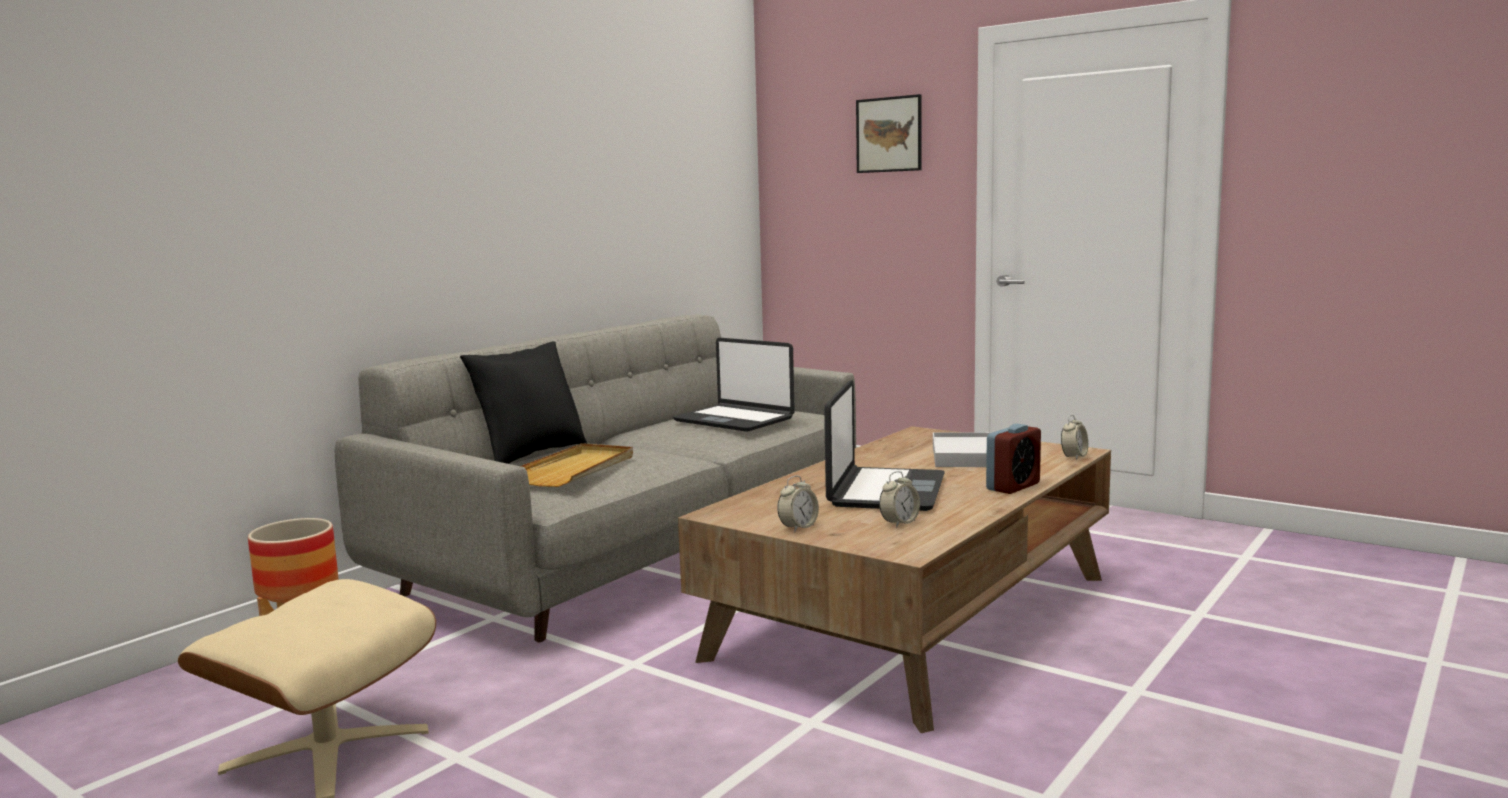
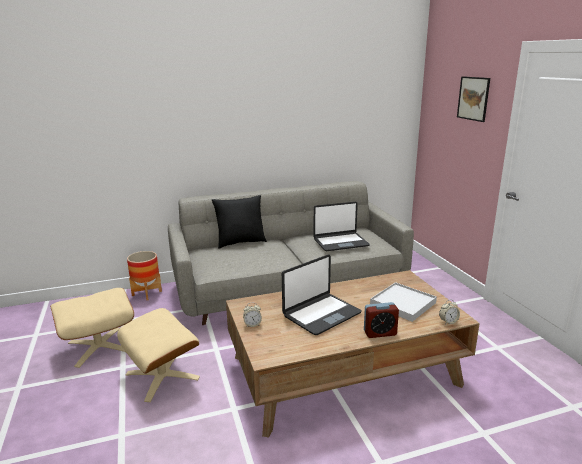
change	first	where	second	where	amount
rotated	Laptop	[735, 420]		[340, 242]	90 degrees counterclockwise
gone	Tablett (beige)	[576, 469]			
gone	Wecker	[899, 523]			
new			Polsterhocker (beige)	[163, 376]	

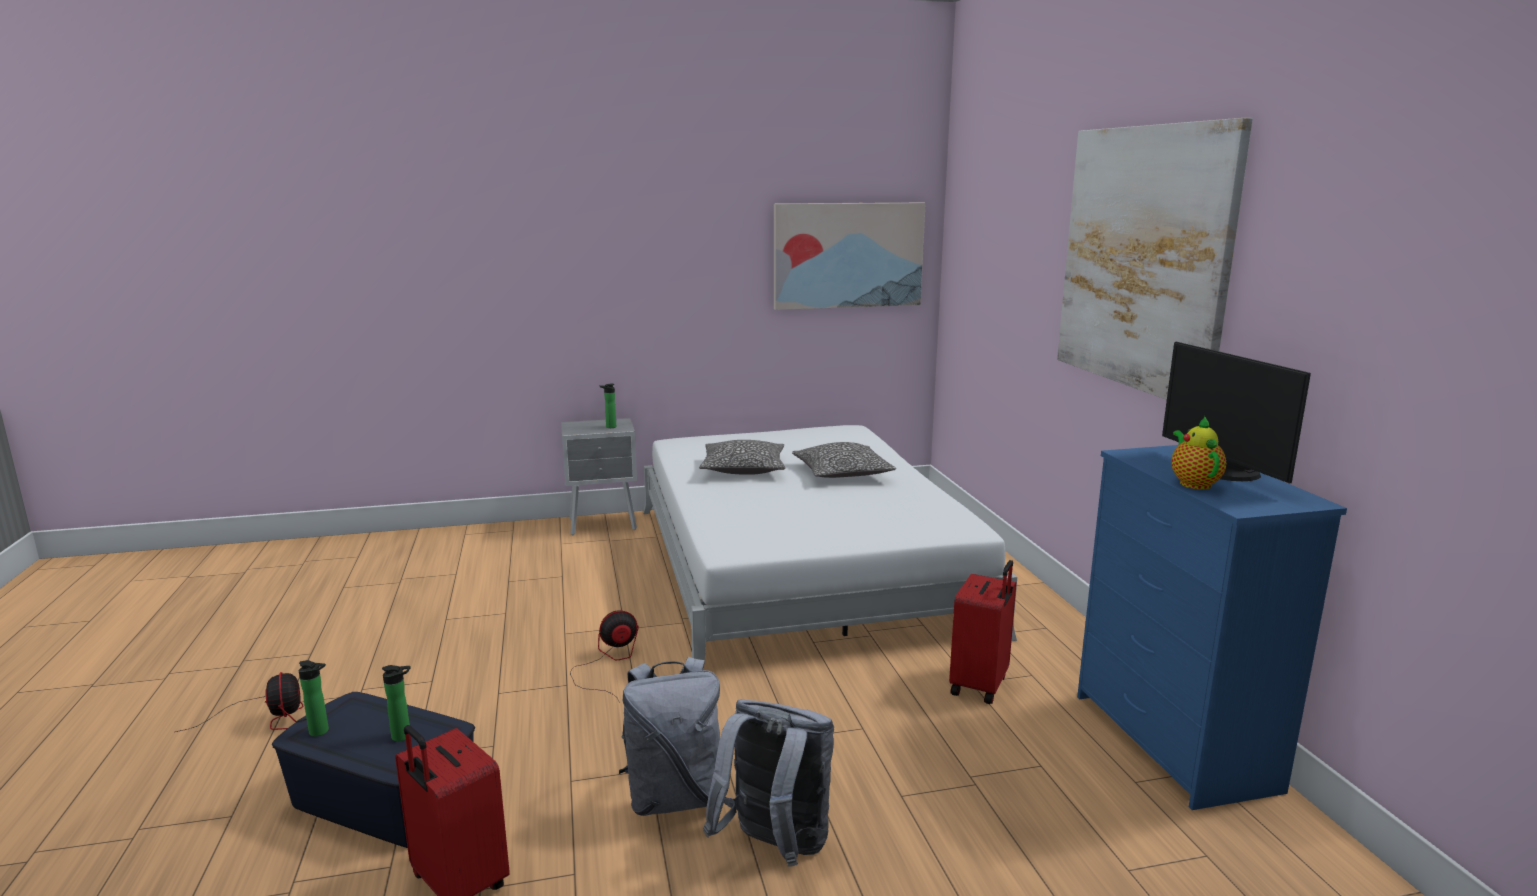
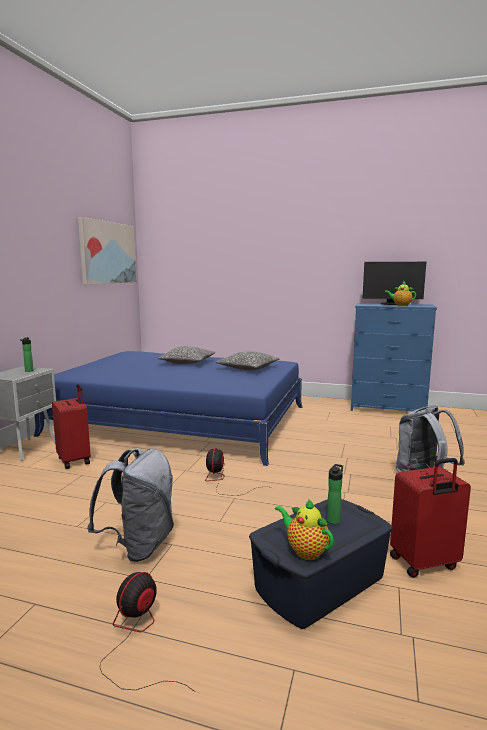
change	first	where	second	where	amount
gone	Bild	[1143, 259]			
repainted	Bett (weiß)	[800, 566]	Bett (blau)	[181, 420]	
shifted	Kissen	[743, 469]		[248, 368]	
shifted	Koffer (rot)	[980, 686]		[75, 460]	
shifted	Rucksack (grau)	[674, 797]		[139, 546]	
swapped	Flasche	[321, 732]	Teekanne	[305, 551]	
rotated	Ventilator	[270, 717]		[137, 638]	60 degrees counterclockwise

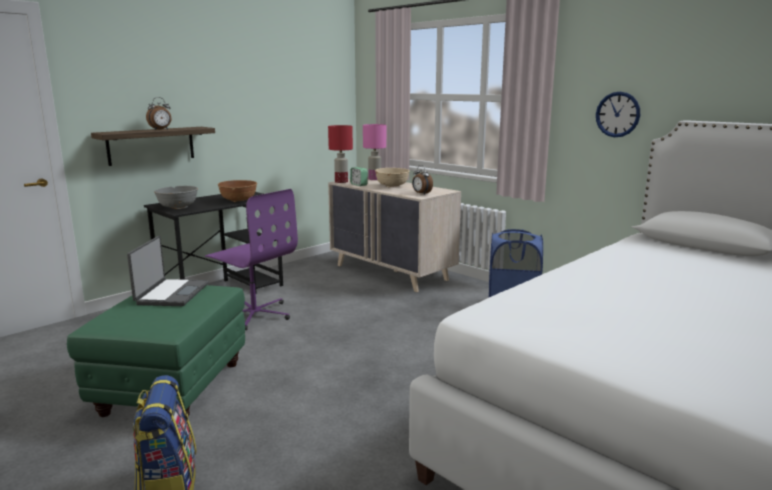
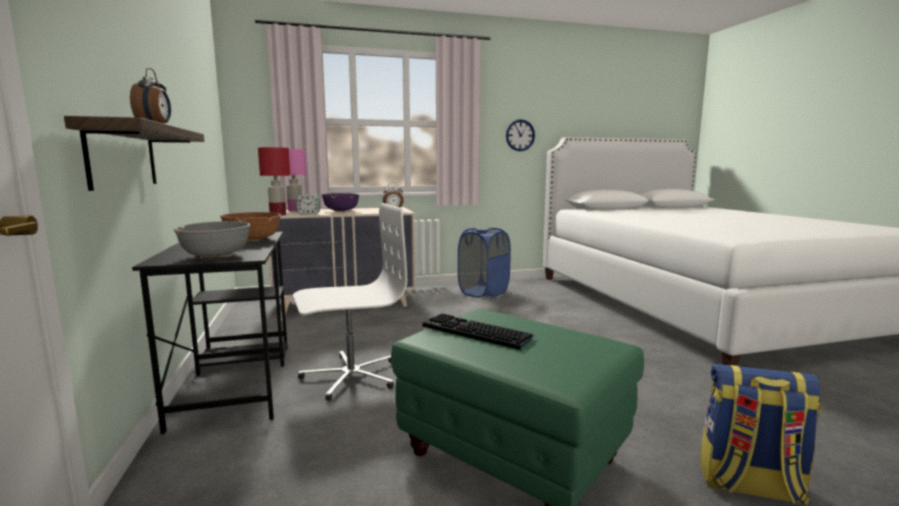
change	first	where	second	where	amount
repainted	Schüssel (beige)	[392, 186]	Schüssel (lila)	[341, 211]	
repainted	Bürostuhl (lila)	[254, 314]	Bürostuhl (weiß)	[350, 376]	
swapped	Laptop	[171, 294]	Tastatur	[477, 332]	

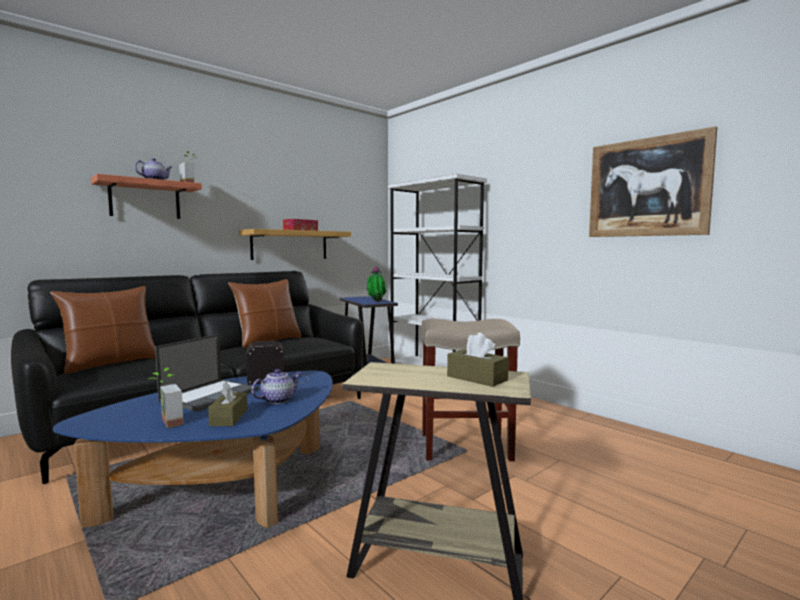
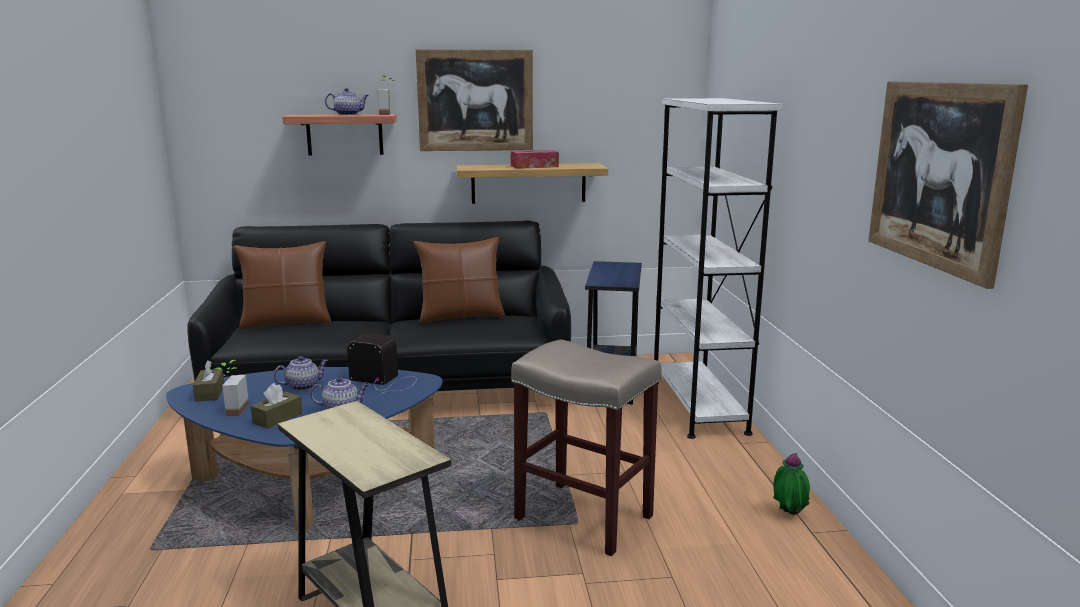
change	first	where	second	where	amount
shifted	Topfpflanze	[376, 301]		[788, 514]	
shifted	Taschentuchbox (braun)	[477, 378]		[210, 393]	
swapped	Laptop	[210, 395]	Teekanne	[303, 386]	
new			Bild	[475, 100]	

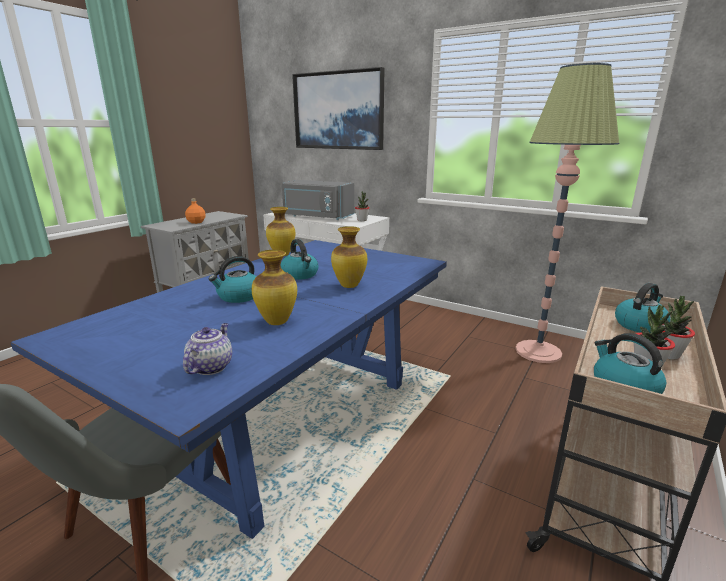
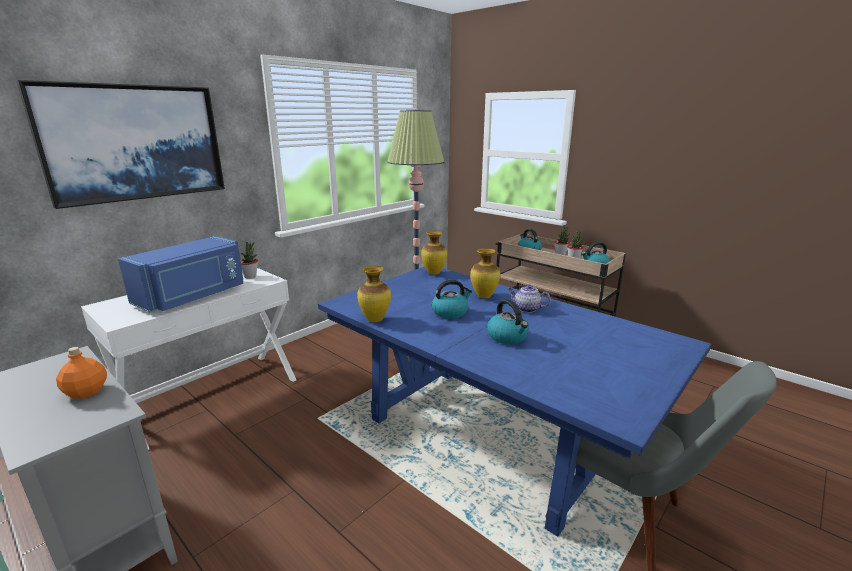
change	first	where	second	where	amount
repainted	Mikrowelle (grau)	[317, 217]	Mikrowelle (blau)	[193, 296]	
shifted	Vase	[277, 322]		[434, 273]	
shifted	Teekanne	[211, 366]		[526, 309]	

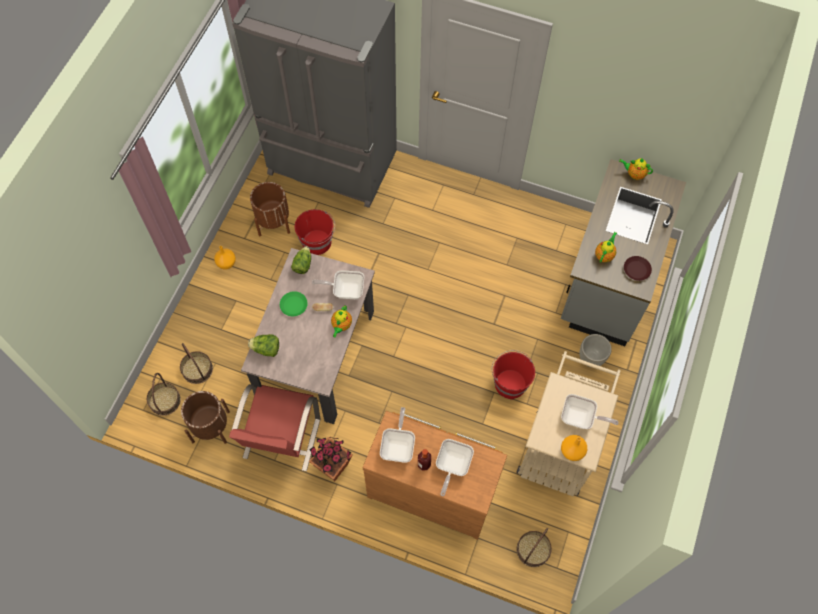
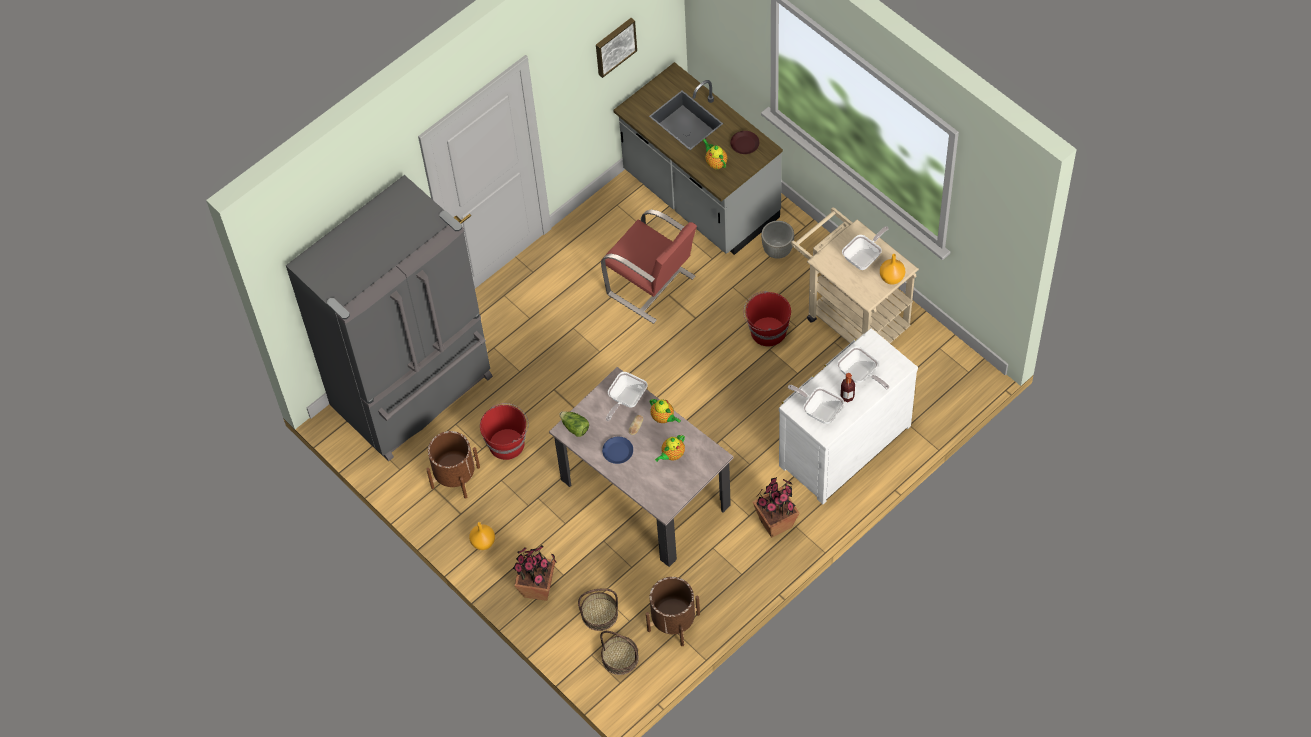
change	first	where	second	where	amount
shifted	Teekanne	[634, 174]		[672, 455]	
repainted	Teller (grün)	[293, 305]	Teller (blau)	[617, 452]	
gone	Salatkopf	[266, 349]			
shifted	Stuhl (rot)	[281, 439]		[652, 286]	
repainted	Kommode (braun)	[432, 488]	Kommode (weiß)	[841, 444]	
gone	Korb	[533, 550]			
new			Bild	[614, 46]	
new			Topfpflanze	[538, 588]	

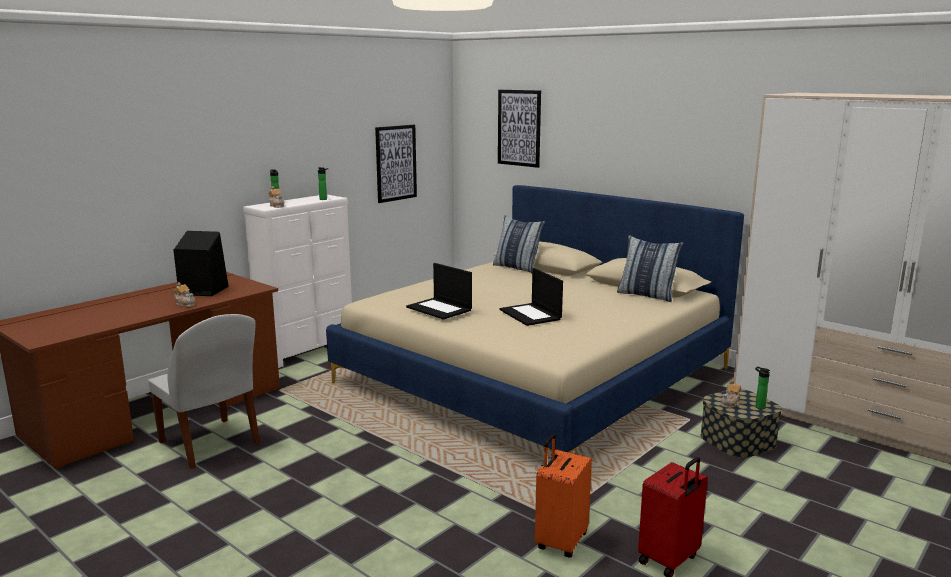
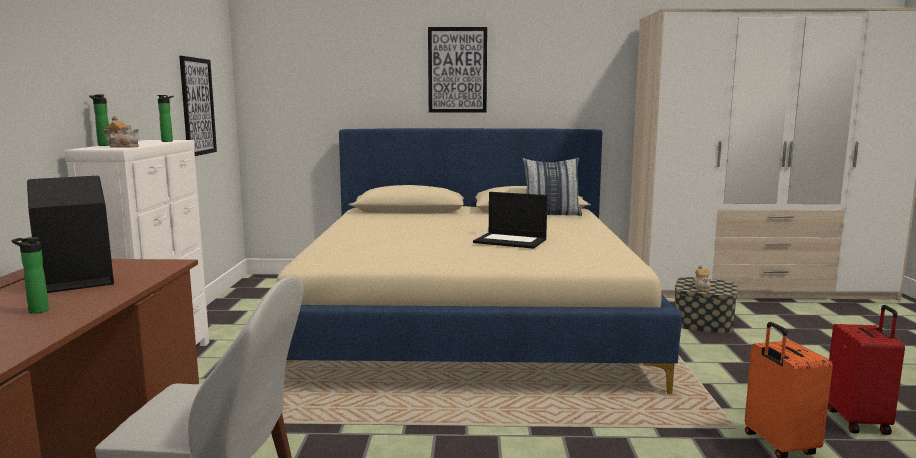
change	first	where	second	where	amount
shifted	Bild	[519, 128]		[457, 70]	
gone	Kissen	[517, 267]			
gone	Laptop	[440, 309]			
gone	Teekanne	[185, 304]			
shifted	Flasche	[758, 406]		[36, 311]	

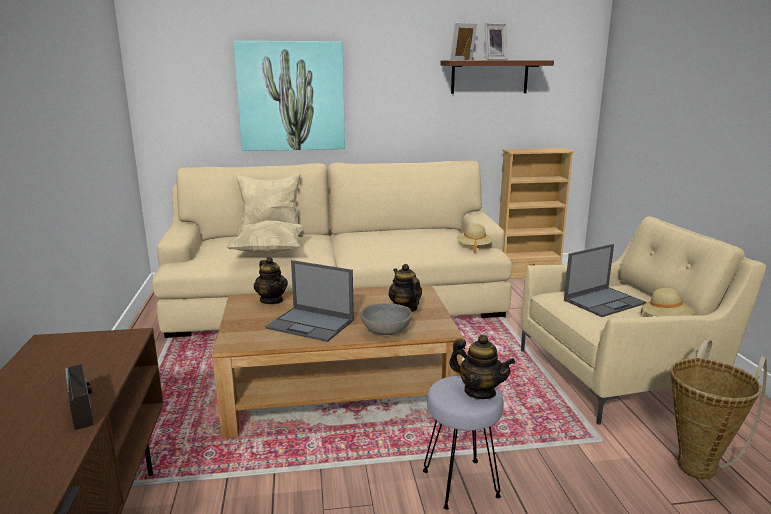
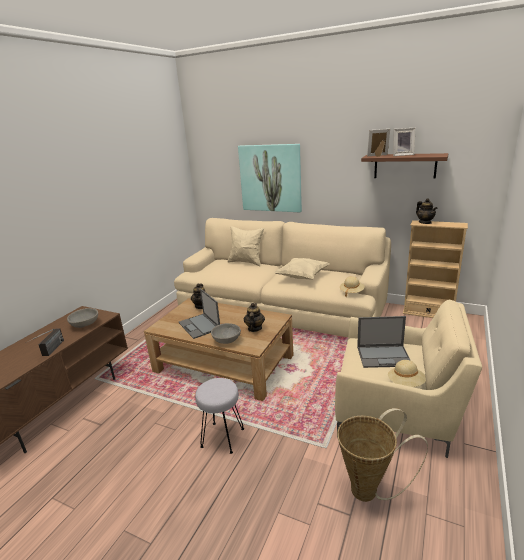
change	first	where	second	where	amount
shifted	Kissen (beige)	[269, 252]		[302, 277]	
shifted	Teekanne	[479, 392]		[425, 222]	
new			Schüssel (grau)	[85, 325]	

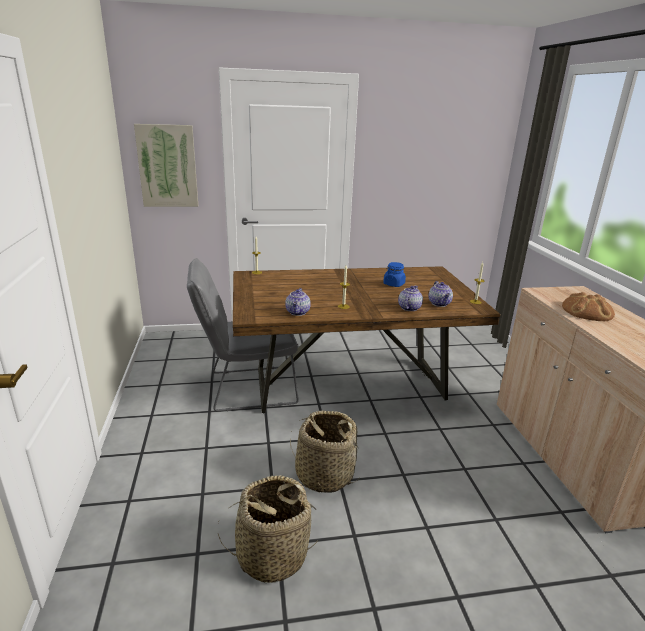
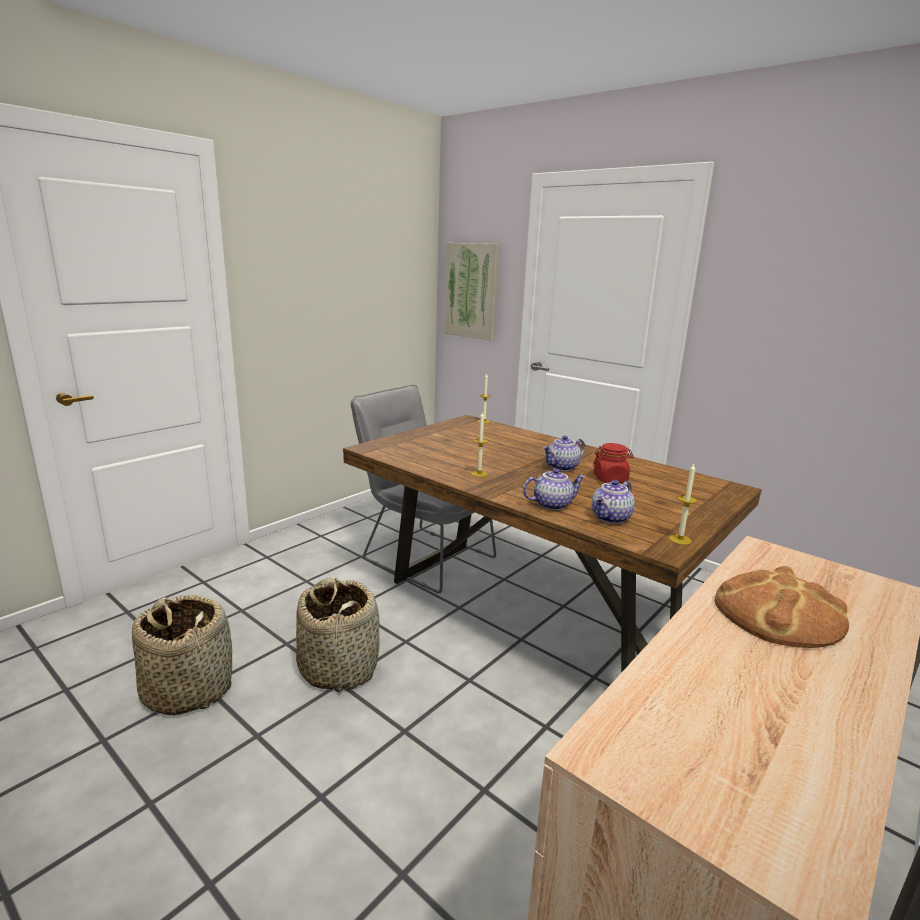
change	first	where	second	where	amount
repainted	Vorratsglas (blau)	[394, 284]	Vorratsglas (rot)	[610, 479]	
shifted	Teekanne	[298, 312]		[562, 467]	

